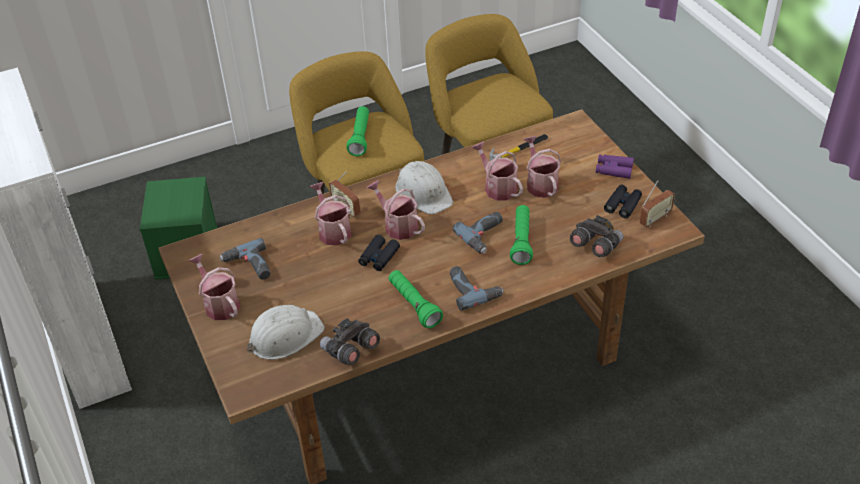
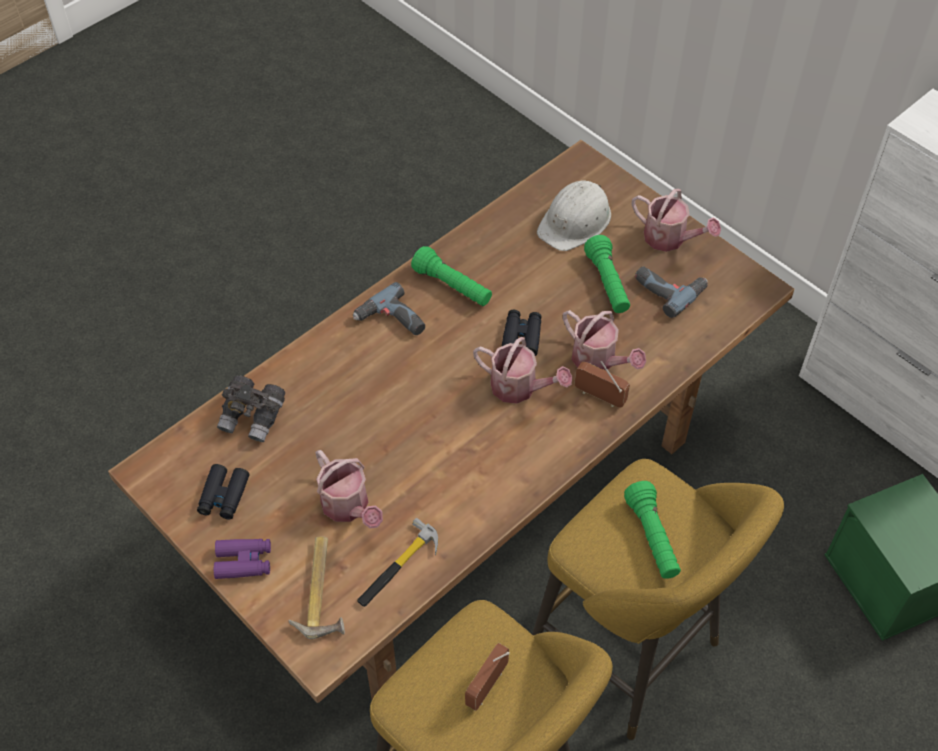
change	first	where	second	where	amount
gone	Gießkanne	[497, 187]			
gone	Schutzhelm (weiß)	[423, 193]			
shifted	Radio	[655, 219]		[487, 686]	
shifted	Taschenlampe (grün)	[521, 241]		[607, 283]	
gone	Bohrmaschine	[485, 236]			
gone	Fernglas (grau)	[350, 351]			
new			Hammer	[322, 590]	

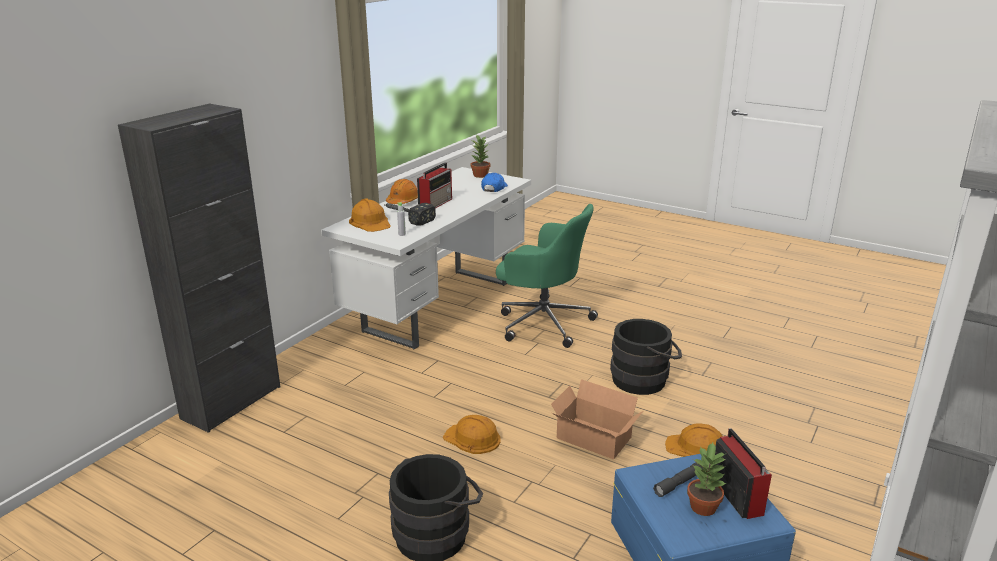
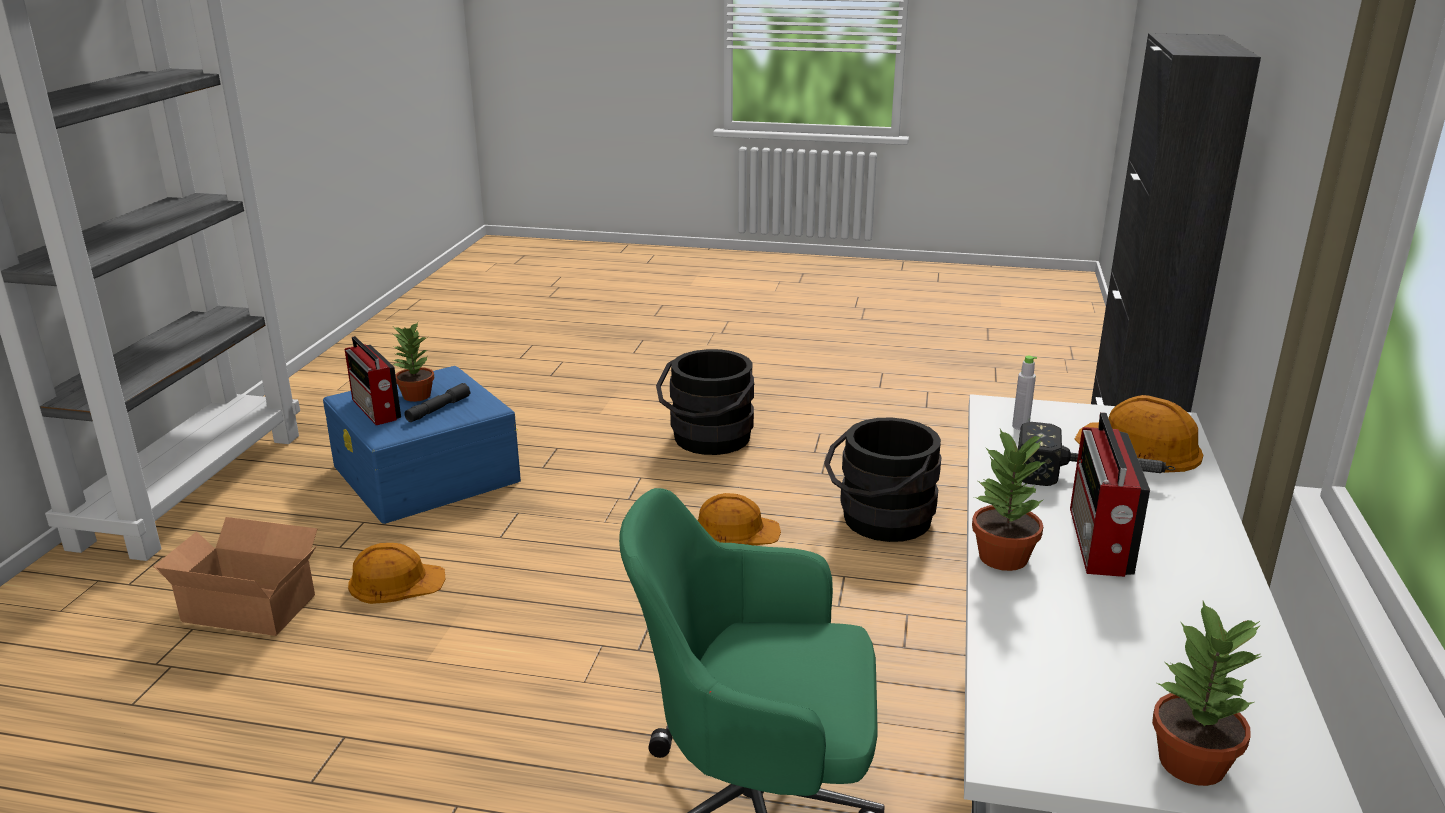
change	first	where	second	where	amount
gone	Kappe (blau)	[494, 188]			
gone	Schutzhelm (orange)	[403, 201]			
shifted	Eimer (schwarz)	[644, 379]		[879, 521]	
shifted	Karton	[594, 440]		[249, 605]	
new			Topfpflanze	[1004, 558]	

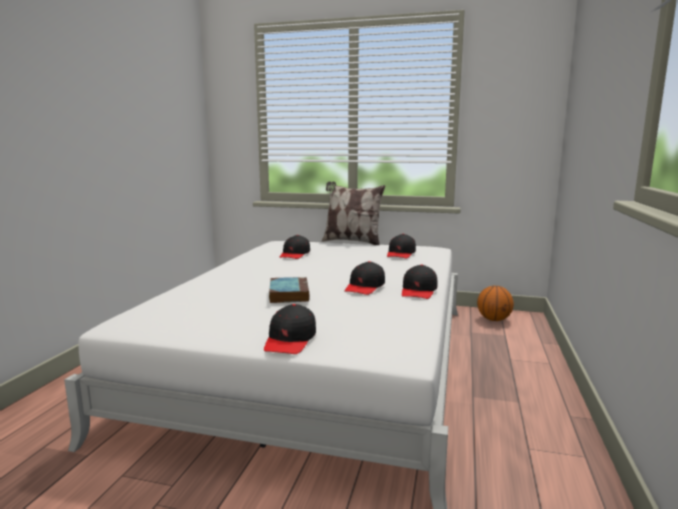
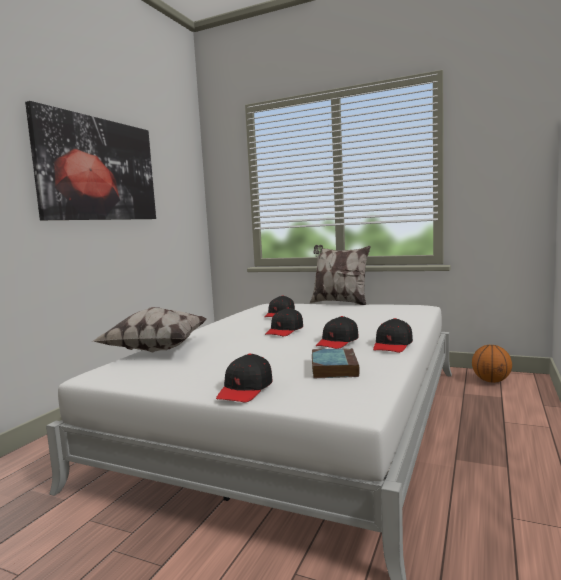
change	first	where	second	where	amount
shifted	Kappe (schwarz)	[401, 254]		[284, 331]	
shifted	Buch	[288, 294]		[333, 367]	
new			Bild	[98, 169]	
new			Kissen	[155, 349]	

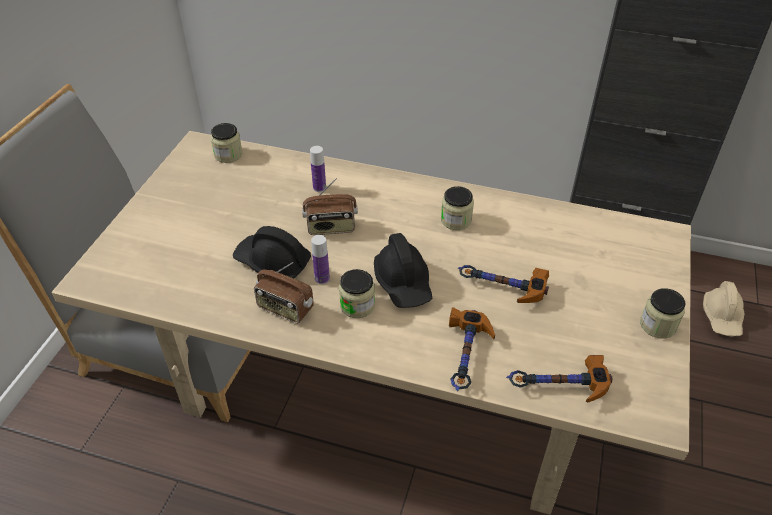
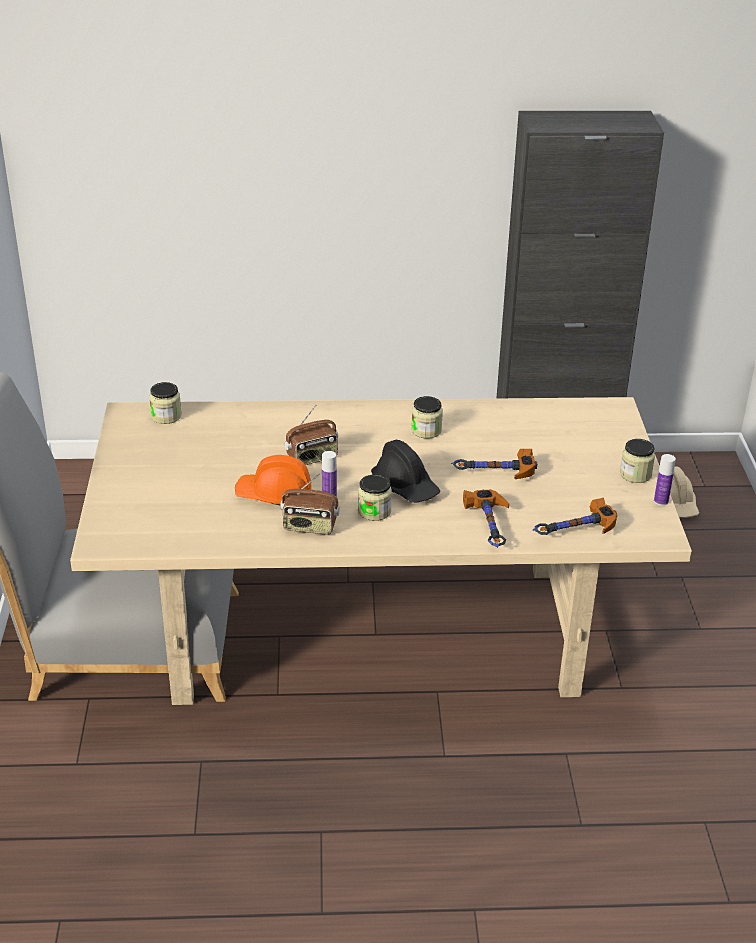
change	first	where	second	where	amount
shifted	Flasche	[319, 188]		[661, 501]	
repainted	Schutzhelm (schwarz)	[272, 262]	Schutzhelm (orange)	[274, 495]	

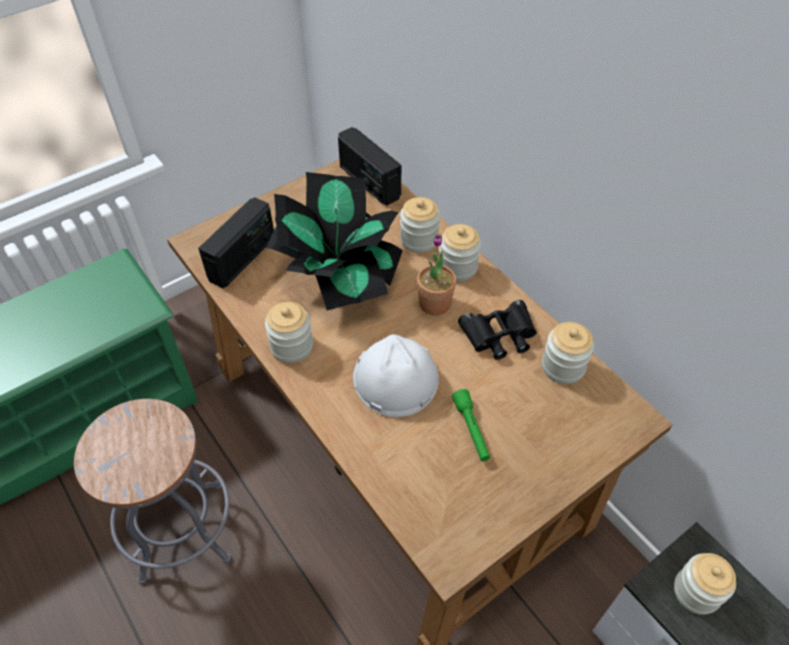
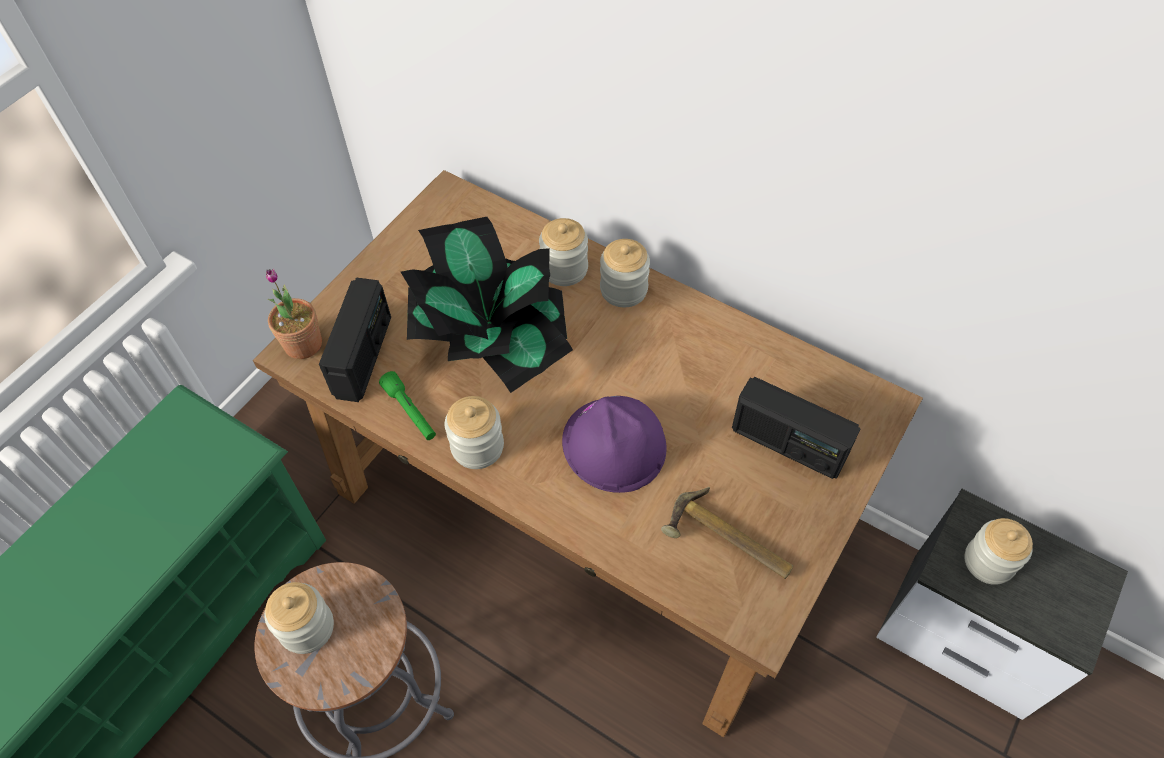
change	first	where	second	where	amount
shifted	Radio	[369, 182]		[787, 444]	
shifted	Topfpflanze	[435, 303]		[303, 344]	
gone	Fernglas (schwarz)	[500, 335]			
shifted	Vorratsglas	[563, 366]		[307, 627]	
repainted	Schutzhelm (weiß)	[395, 378]	Schutzhelm (lila)	[613, 445]	
shifted	Taschenlampe (grün)	[471, 429]		[410, 412]	
new			Hammer	[727, 543]	

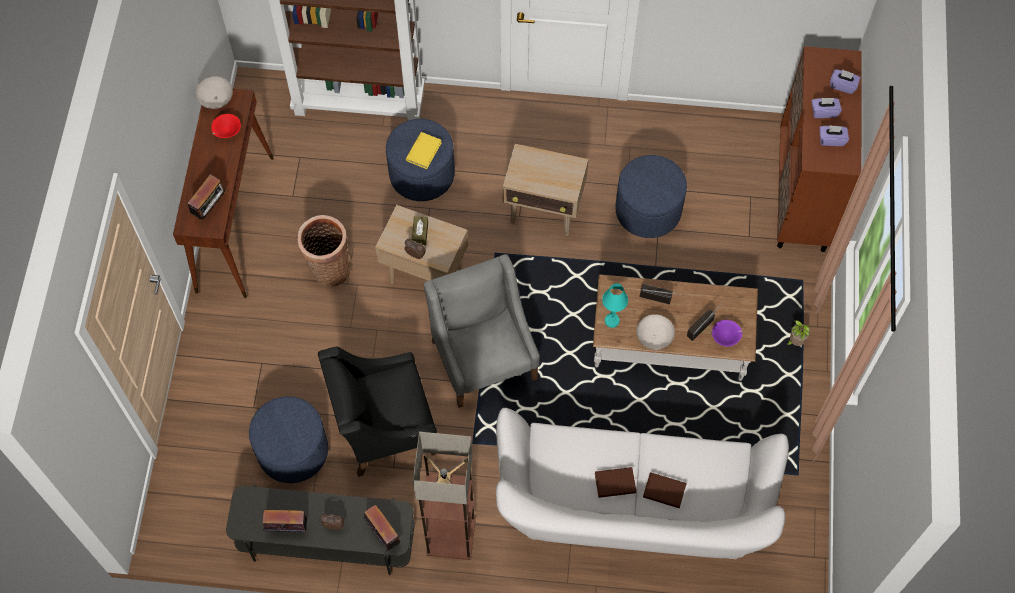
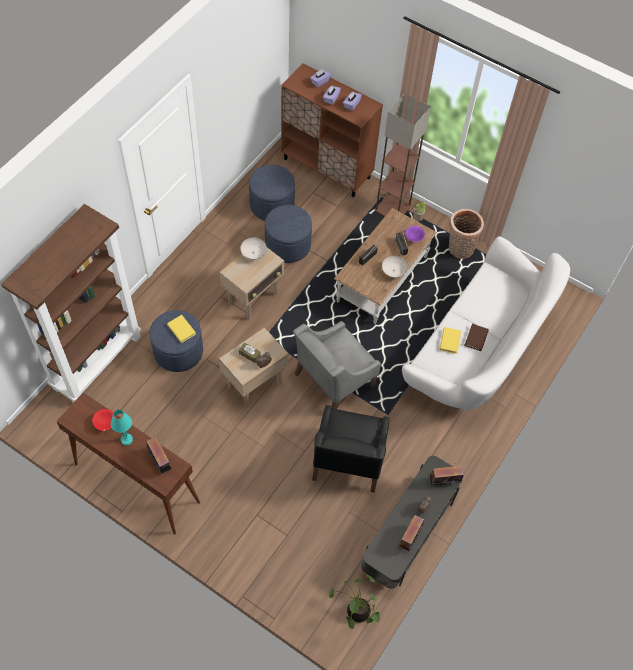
change	first	where	second	where	amount
shifted	Schüssel (weiß)	[215, 99]		[253, 254]	
shifted	Korb	[329, 268]		[459, 249]	
rotated	Sessel (grau)	[484, 358]		[333, 380]	45 degrees counterclockwise
shifted	Tischlampe (türkis)	[612, 321]		[126, 440]	
shifted	Polsterhocker (blau)	[293, 450]		[272, 205]	
shifted	Stehlampe	[450, 537]		[393, 209]	
gone	Buch (braun)	[664, 491]			
new			Buch (gelb)	[450, 341]	
new			Topfpflanze	[356, 611]	

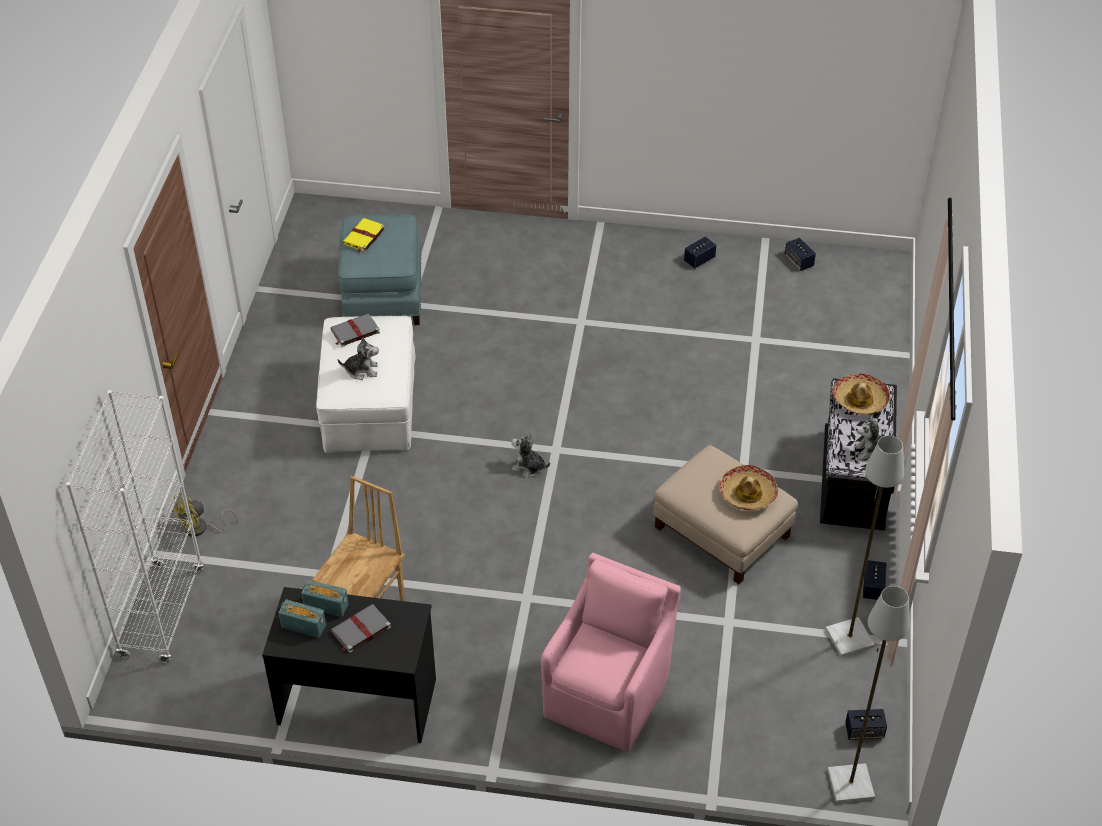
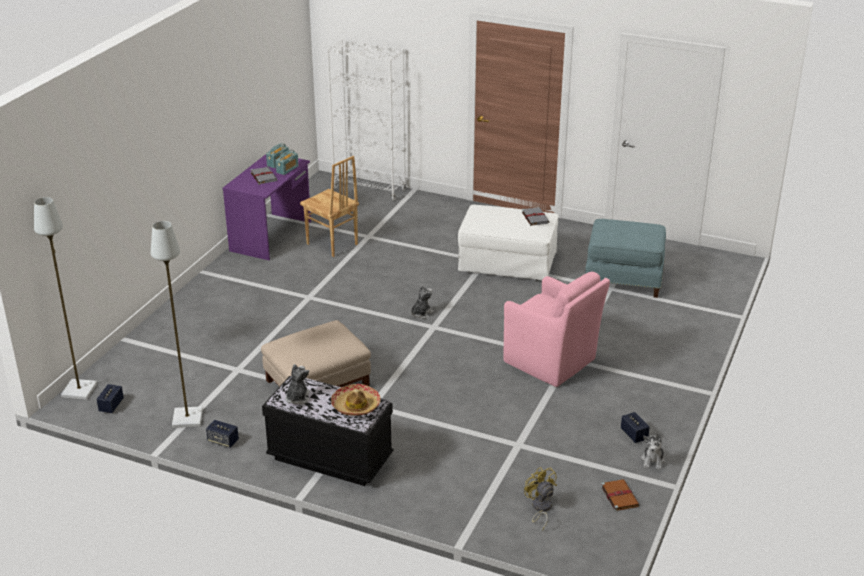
change	first	where	second	where	amount
gone	Buch (gelb)	[363, 237]			
swapped	Lautsprecher	[799, 261]	Buch (braun)	[619, 496]	
shifted	Plüschtier	[361, 370]		[653, 461]	
gone	Hut	[748, 494]			
shifted	Ventilator (gelb)	[201, 529]		[540, 508]	
shifted	Sessel (rosa)	[608, 694]		[551, 362]	
repainted	Schreibtisch (schwarz)	[357, 700]	Schreibtisch (lila)	[272, 236]	

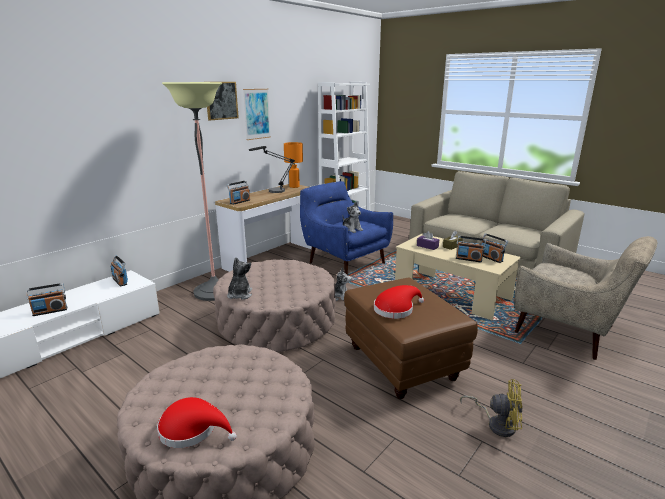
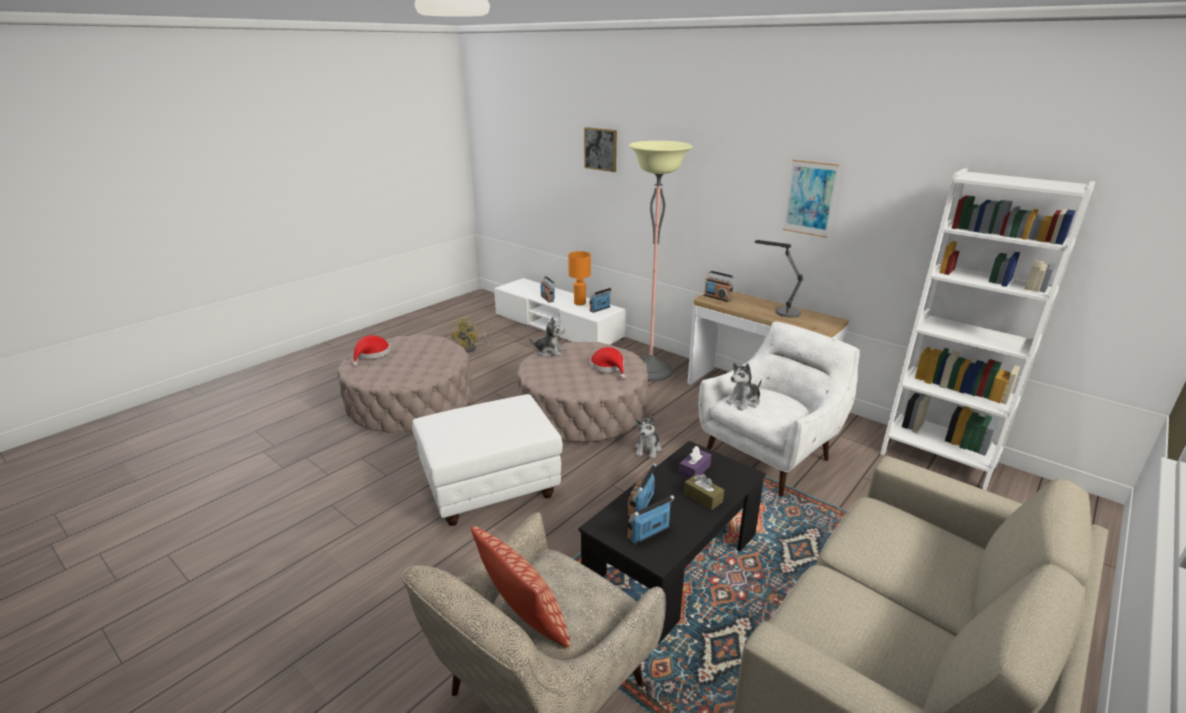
change	first	where	second	where	amount
shifted	Bild	[221, 100]		[601, 149]	
shifted	Tischlampe (orange)	[294, 186]		[580, 303]	
repainted	Sessel (blau)	[344, 262]	Sessel (weiß)	[770, 455]	
repainted	Couchtisch (beige)	[451, 294]	Couchtisch (schwarz)	[673, 562]	
repainted	Polsterhocker (braun)	[401, 363]	Polsterhocker (weiß)	[491, 489]	
shifted	Hut (rot)	[396, 309]		[609, 367]	
shifted	Ventilator (gelb)	[497, 424]		[471, 348]	
new			Kissen	[525, 623]	

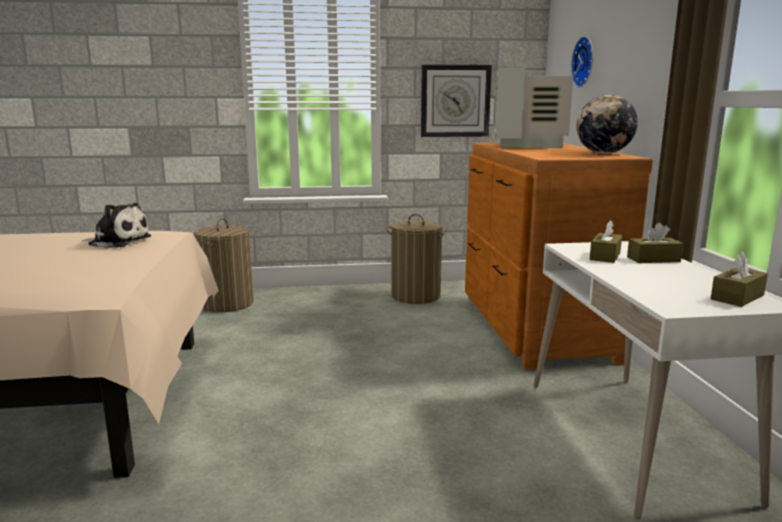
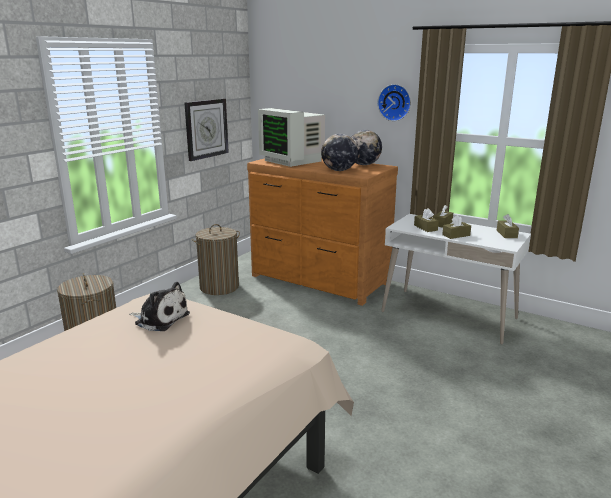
change	first	where	second	where	amount
shifted	Wanduhr	[585, 62]		[395, 102]	
rotated	Plüschtier	[117, 241]		[160, 319]	60 degrees clockwise
new			Globus	[339, 170]	
new			Taschentuchbox (braun)	[456, 235]	

